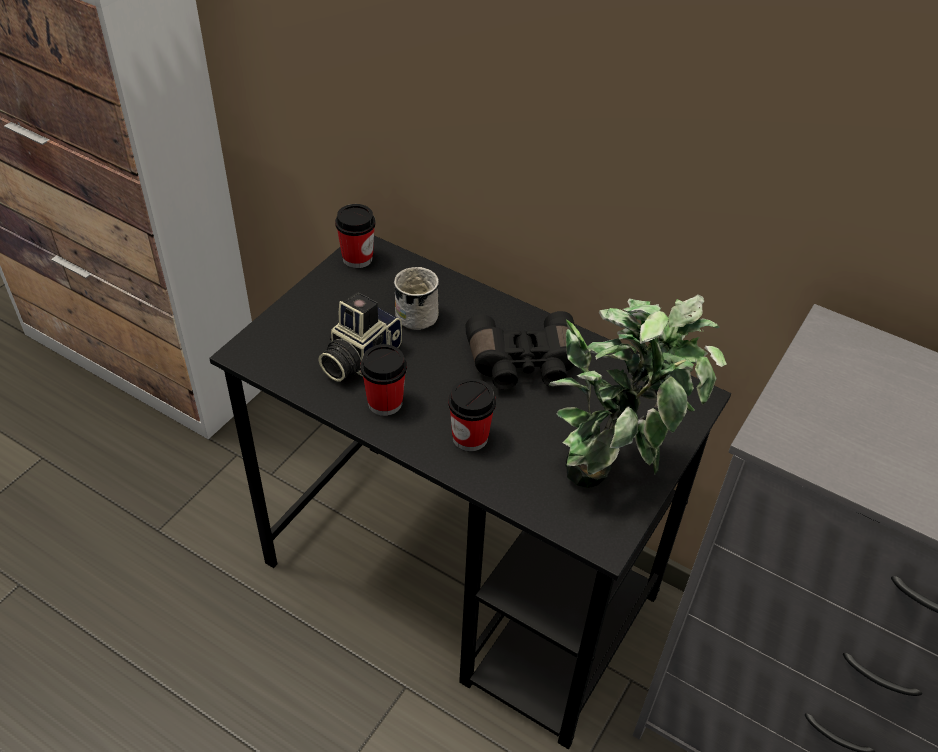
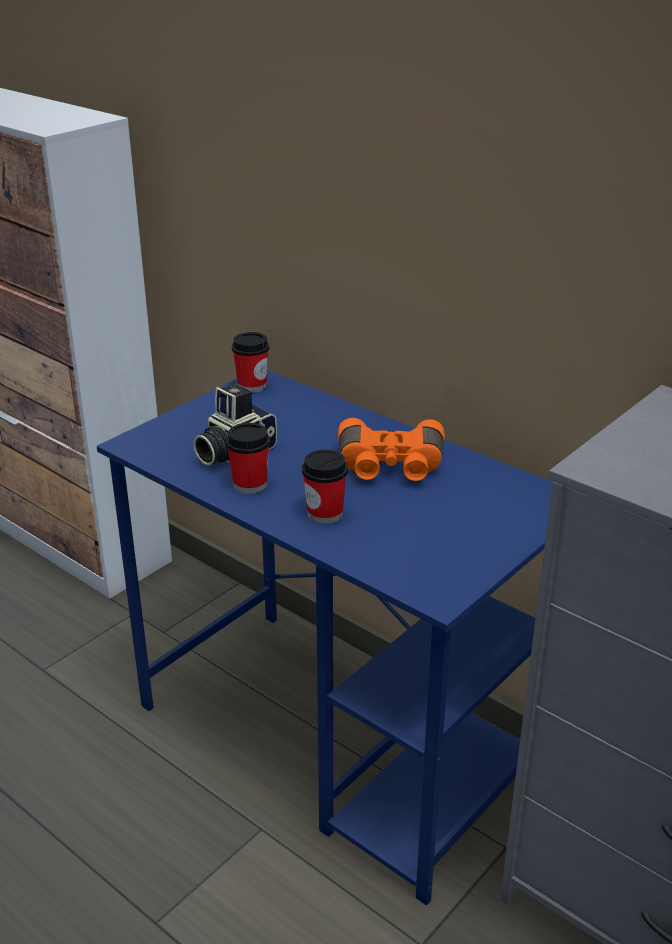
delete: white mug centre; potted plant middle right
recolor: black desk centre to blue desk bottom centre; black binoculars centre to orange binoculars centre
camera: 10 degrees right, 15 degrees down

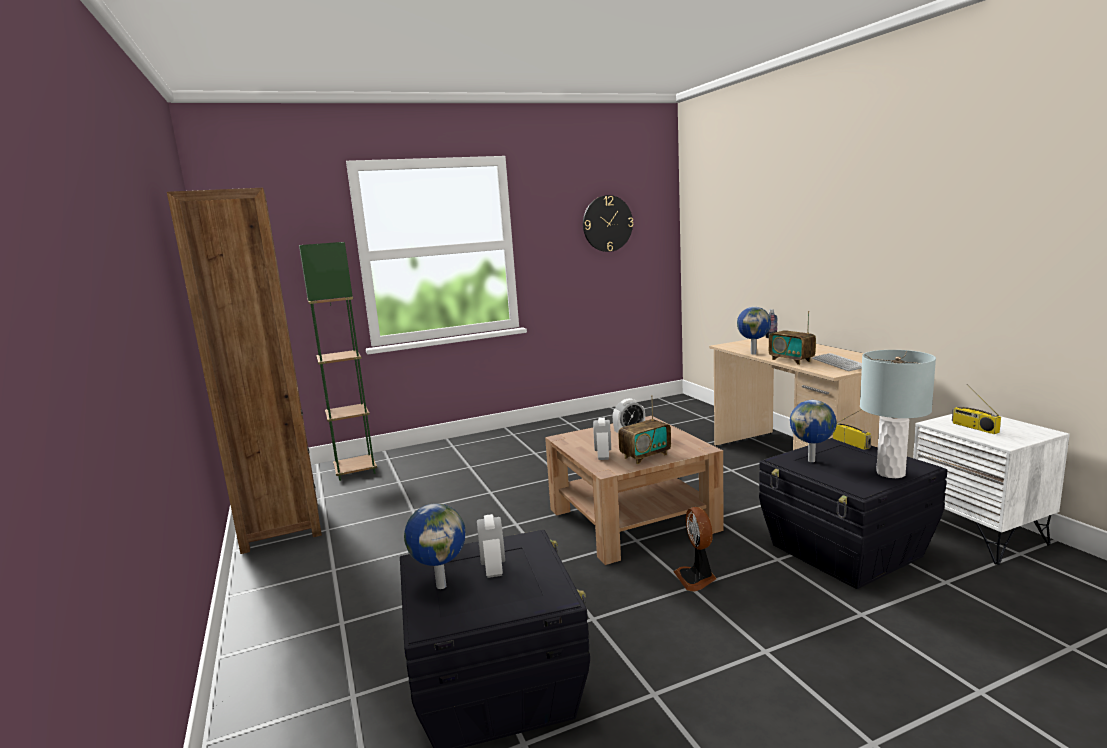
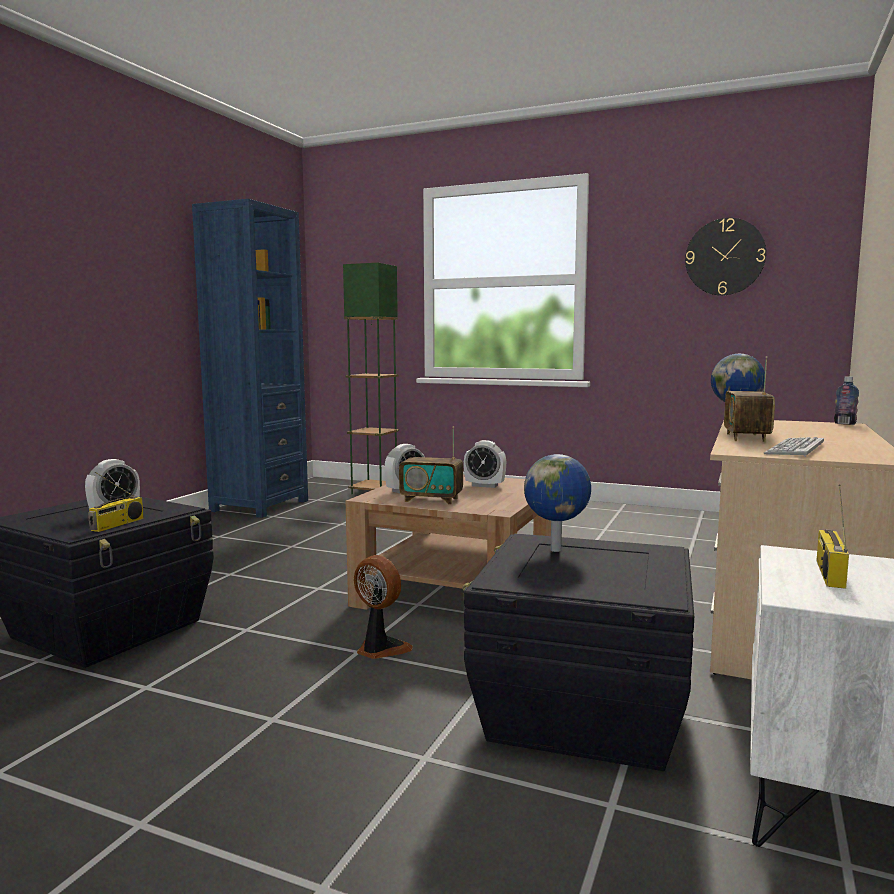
delete: grey table lamp middle right; globe (1st from left) bottom centre
move: radio (3rd from left in the first image) middle right to radio (1st from left) middle left
recolor: brown bookcase middle left to blue bookcase middle left
rotate: fan bottom centre = bottom centre 90 degrees clockwise
camera: 45 degrees right, 5 degrees down

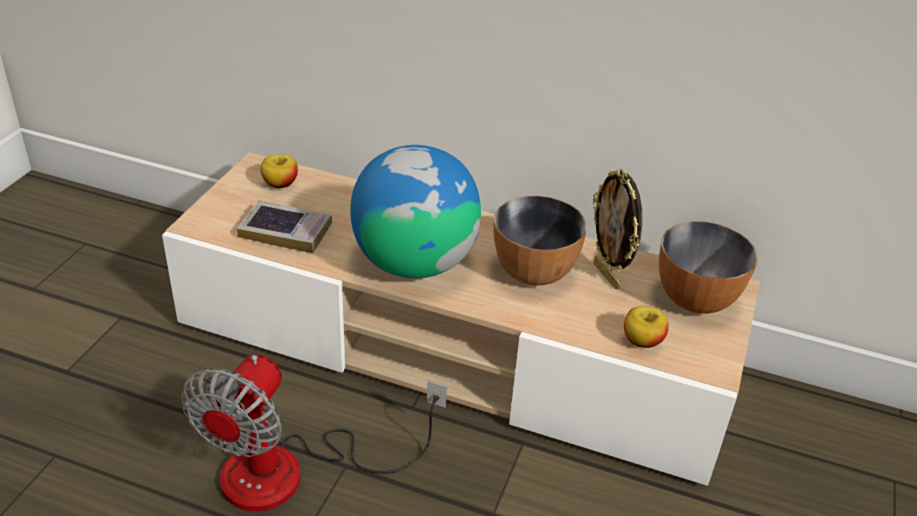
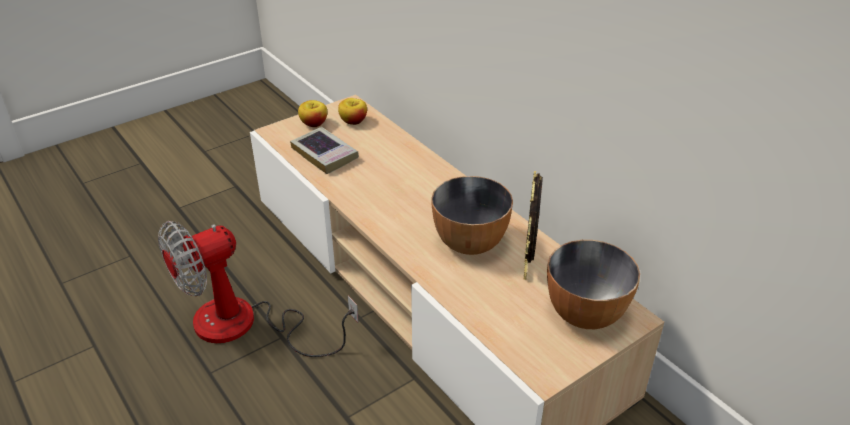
delete: globe centre
move: apple (2nd from left in the first image) middle right to apple (1st from left) top centre
camera: 35 degrees right, 0 degrees up

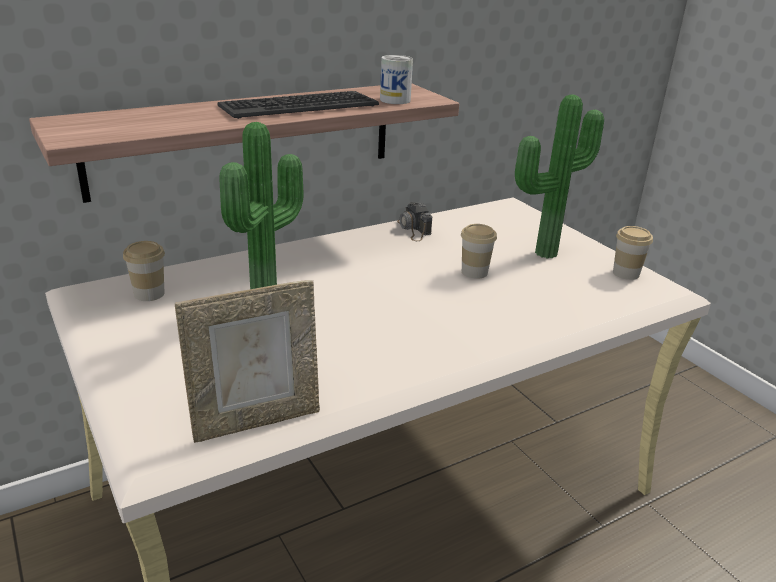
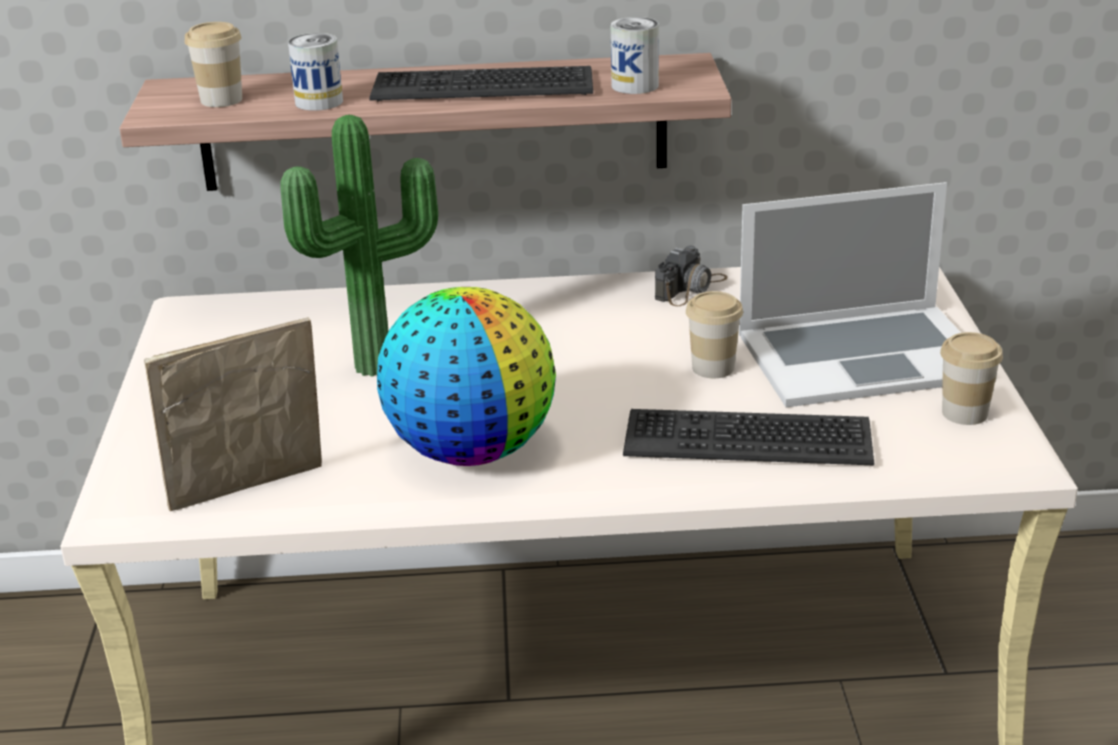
insert: can (1st from left) top left; globe centre; keyboard (2nd from left) middle right
move: cup (1st from left) middle left to top left
replace: potted plant (2nd from left) top right to laptop middle right
rotate: photo camera centre = centre 150 degrees counterclockwise; picture frame middle left = middle left 150 degrees clockwise
camera: 30 degrees right, 0 degrees up

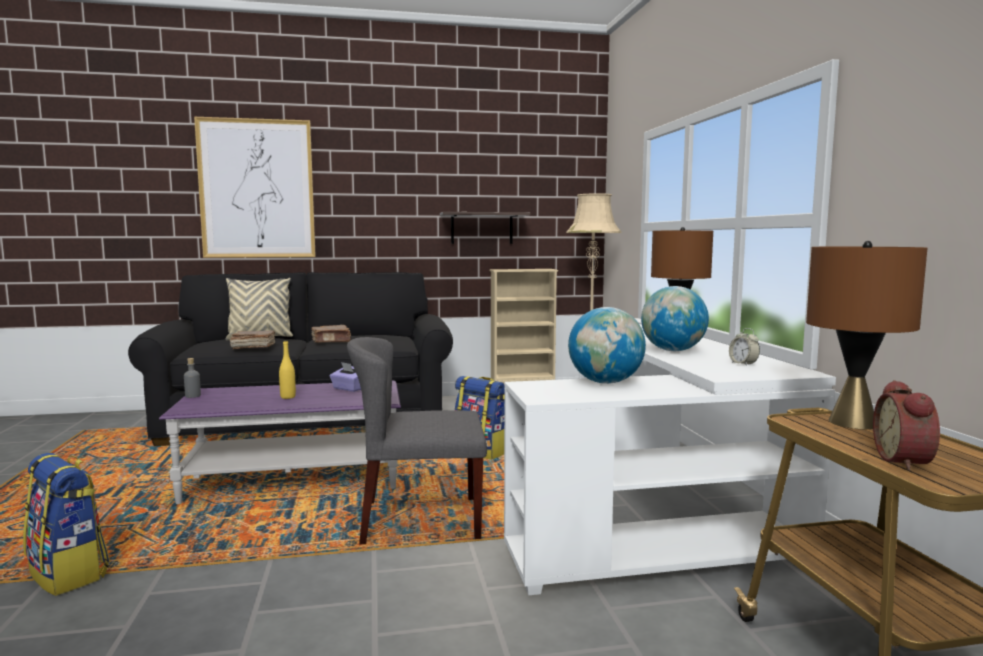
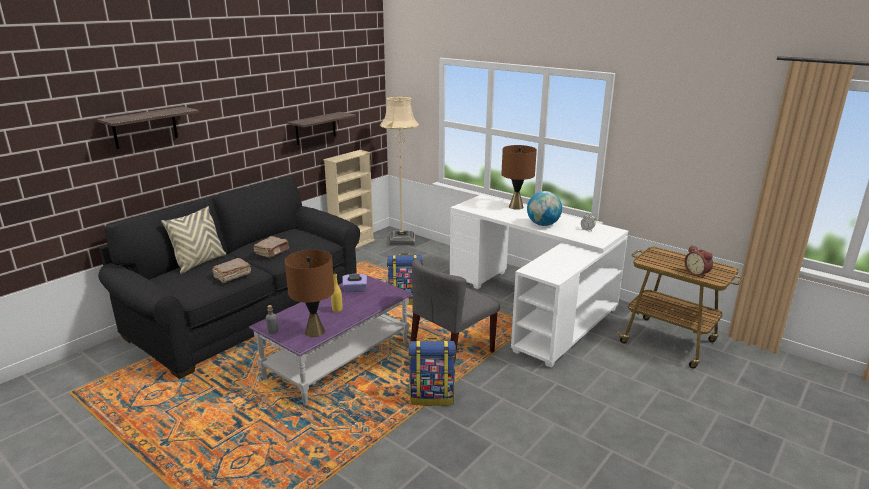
delete: globe (1st from left) centre
move: brown table lamp (2nd from left in the first image) middle right to brown table lamp (1st from left) centre; backpack (1st from left in the first image) bottom left to backpack (2nd from left) bottom centre
replace: picture top left to shelf (1st from left) top left
camera: 40 degrees left, 15 degrees up

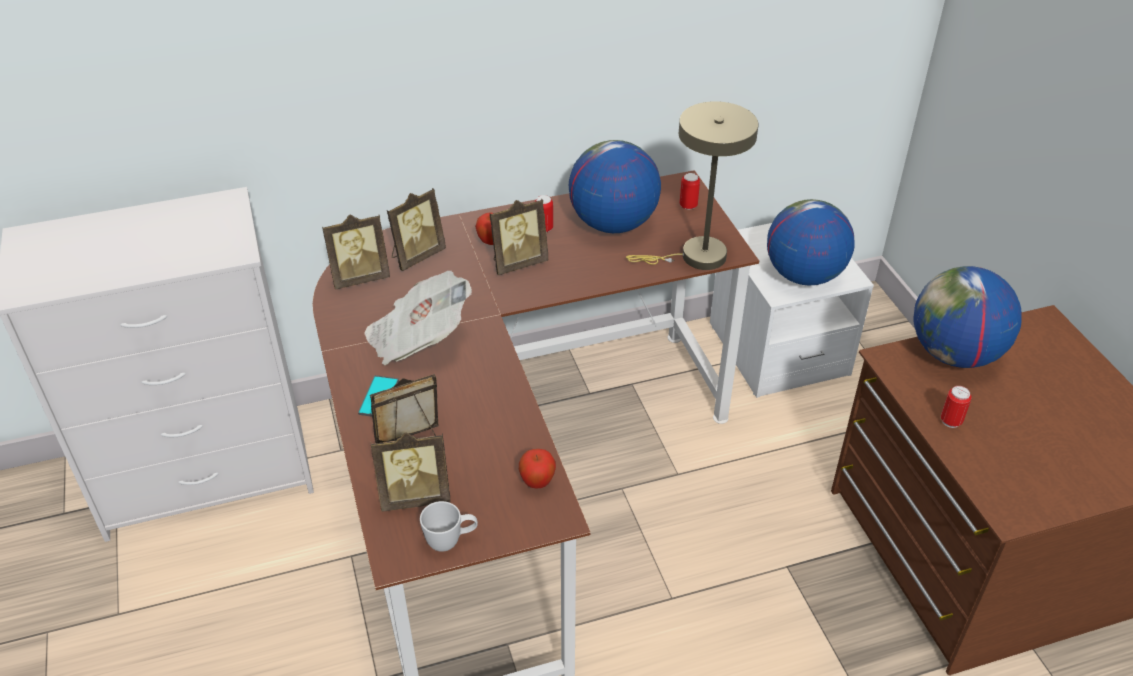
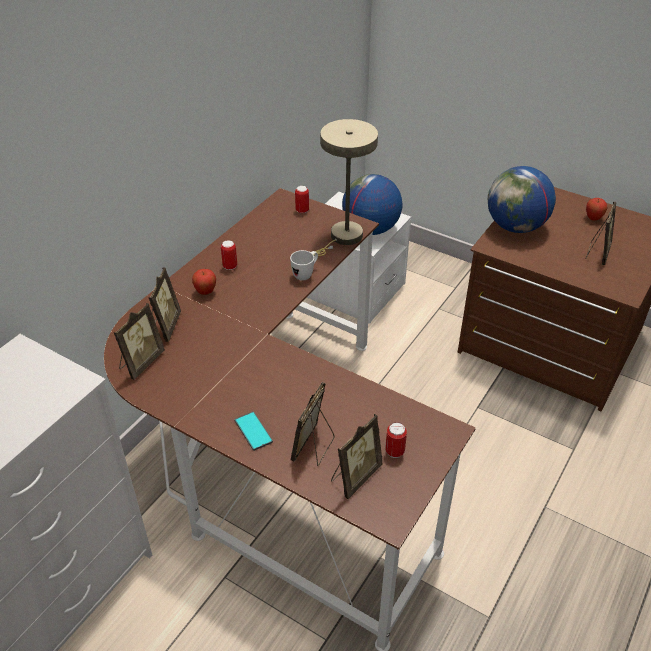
delete: globe (1st from left) top centre; newspaper centre
move: picture frame (5th from left) centre to middle right; can (3rd from left) middle right to bottom centre; apple (2nd from left) bottom centre to top right; white mug bottom centre to centre
camera: 40 degrees left, 0 degrees up

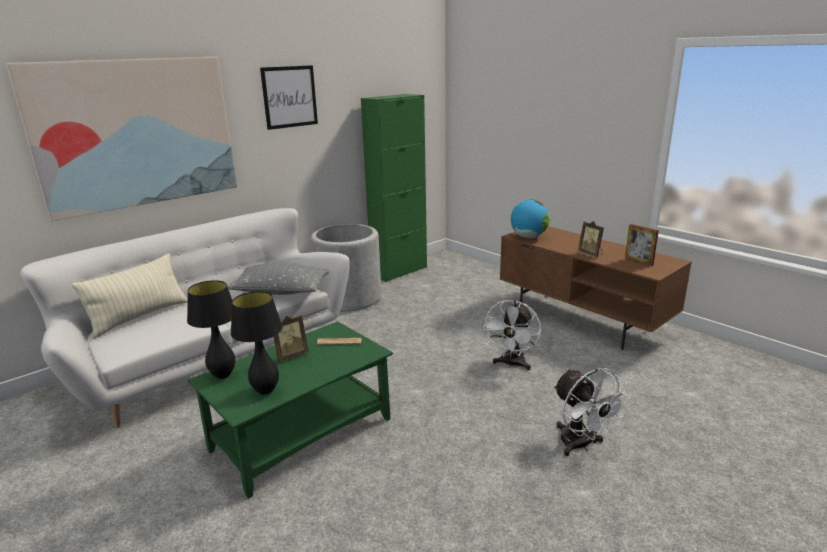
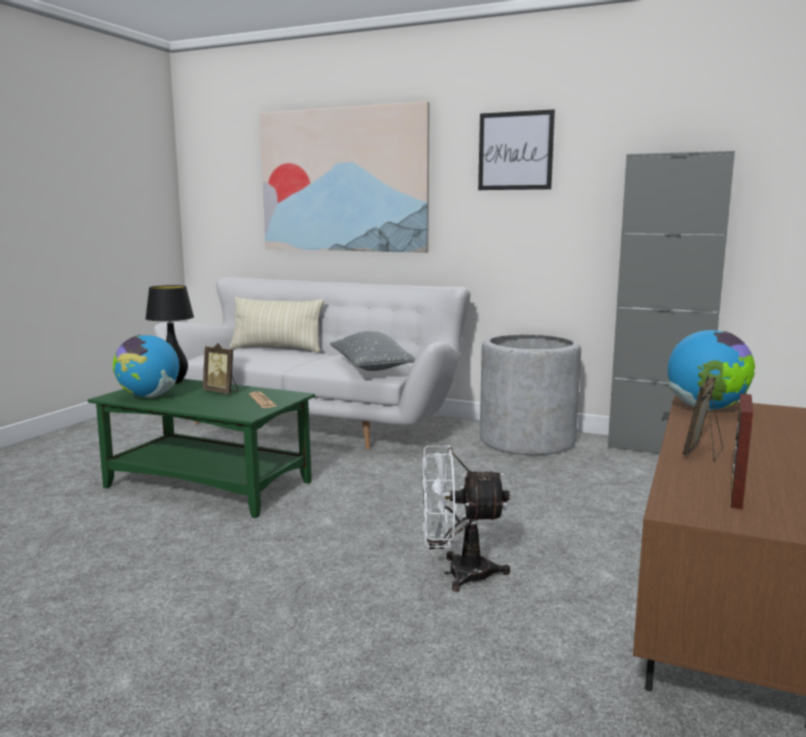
delete: white fan (2nd from left) bottom right
replace: black table lamp (2nd from left) middle left to globe (1st from left) middle left
recolor: green cabinet centre to grey cabinet middle right
camera: 65 degrees right, 10 degrees down

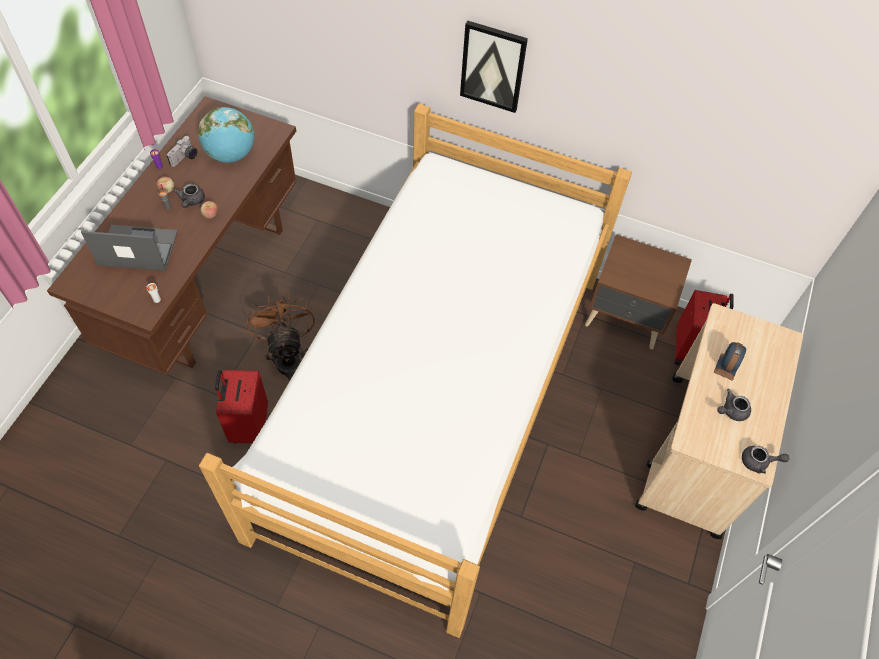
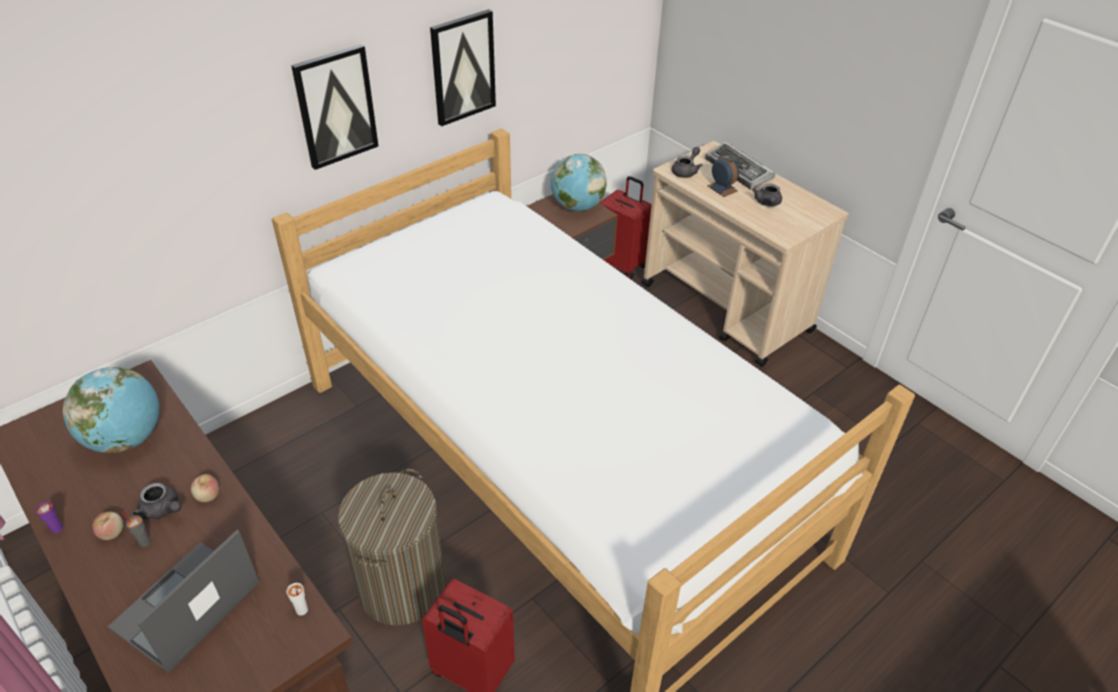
delete: photo camera top left
insert: picture (2nd from left) top centre; keyboard top centre; globe (2nd from left) top centre
move: grey teapot (3rd from left in the first image) bottom right to grey teapot (2nd from left) top centre
replace: brown fan middle left to laundry basket bottom centre
camera: 60 degrees left, 15 degrees down

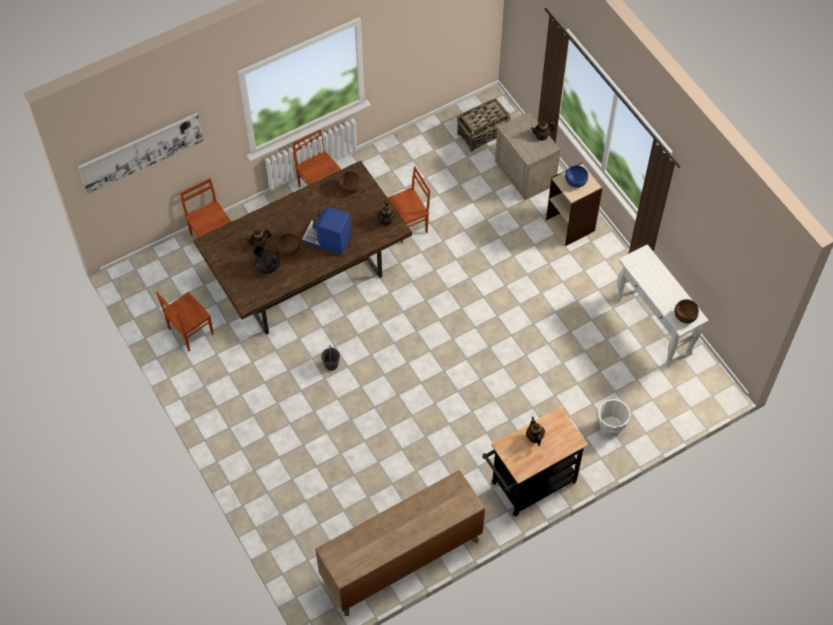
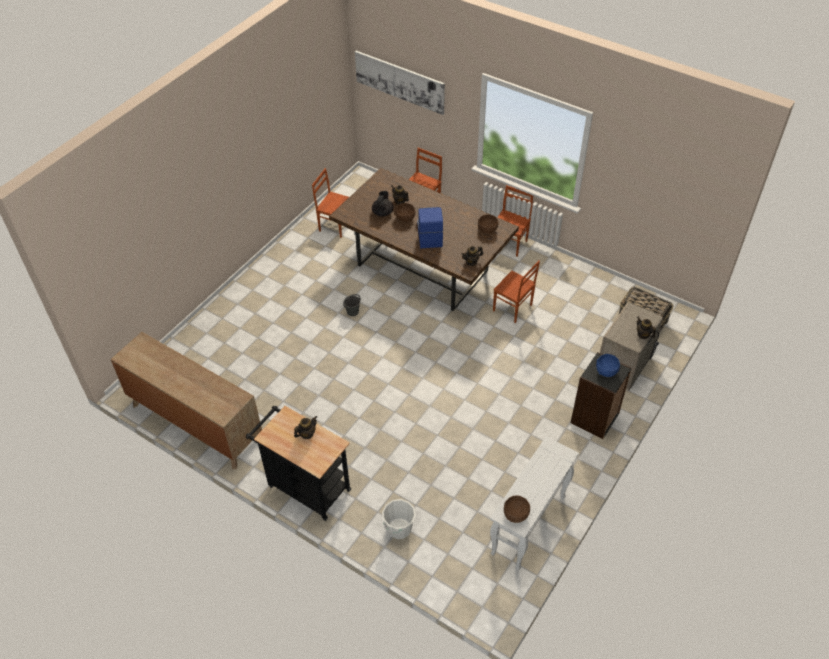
recolor: beige bookcase top right to black bookcase middle right
camera: 65 degrees right, 10 degrees down

